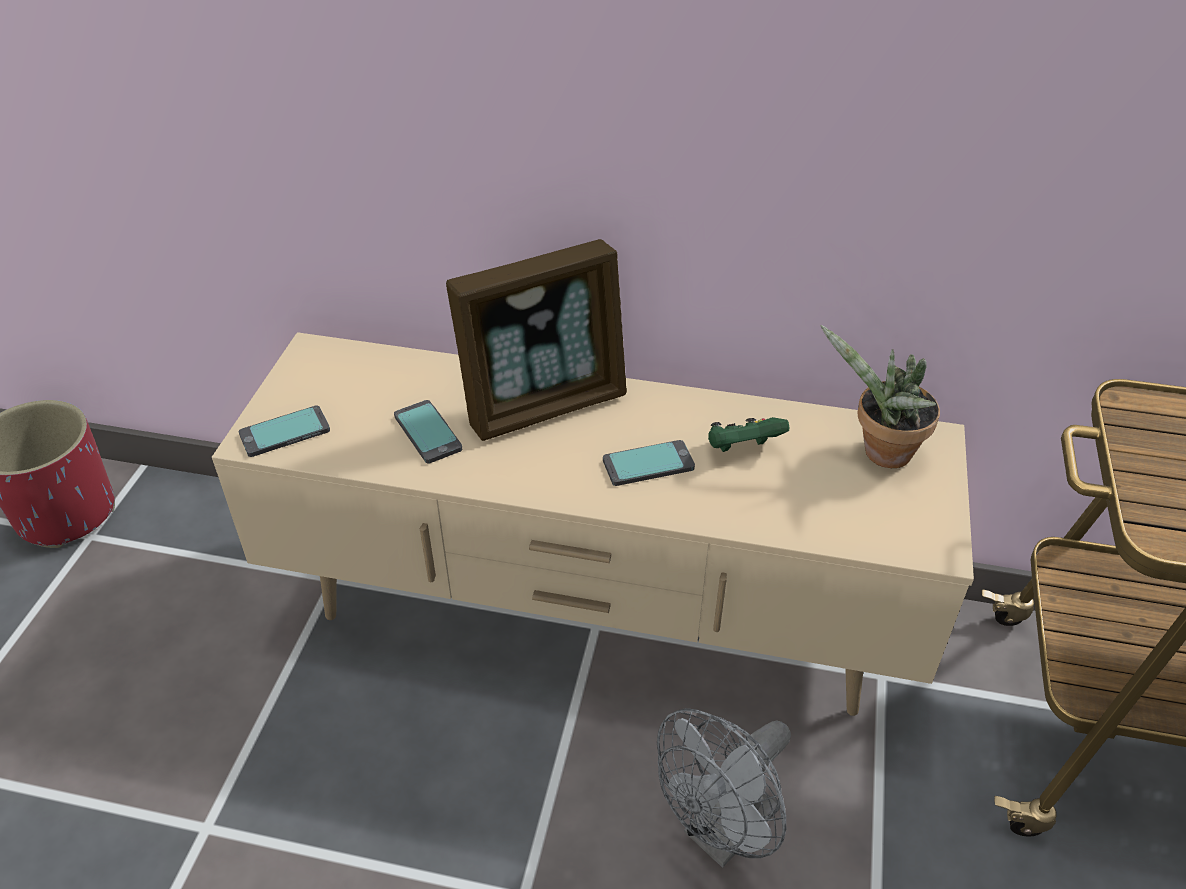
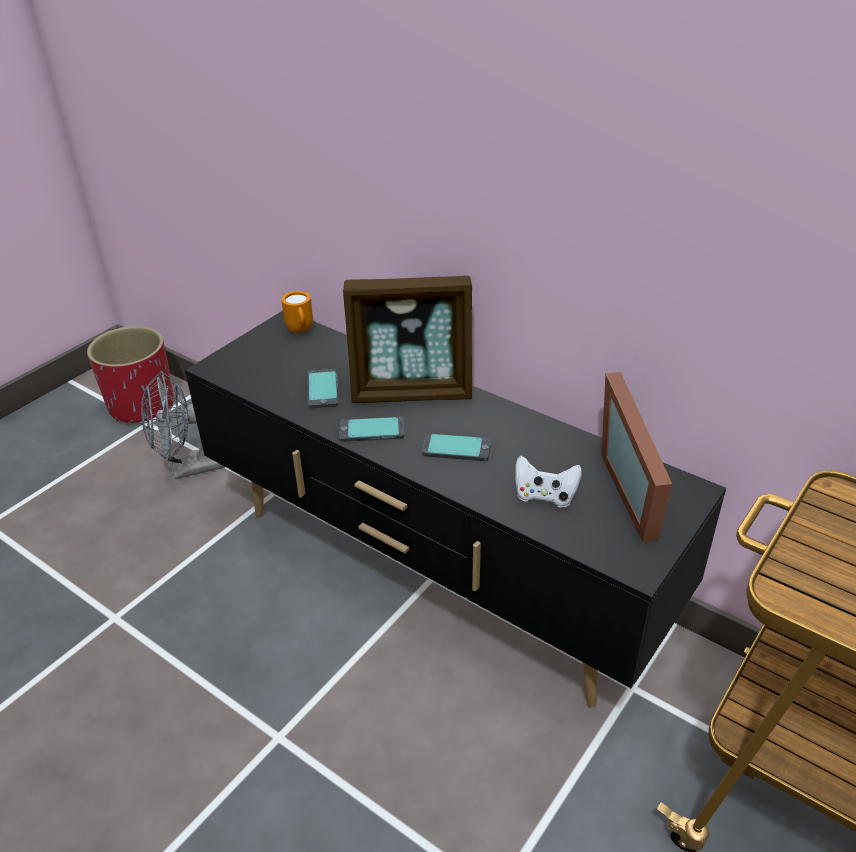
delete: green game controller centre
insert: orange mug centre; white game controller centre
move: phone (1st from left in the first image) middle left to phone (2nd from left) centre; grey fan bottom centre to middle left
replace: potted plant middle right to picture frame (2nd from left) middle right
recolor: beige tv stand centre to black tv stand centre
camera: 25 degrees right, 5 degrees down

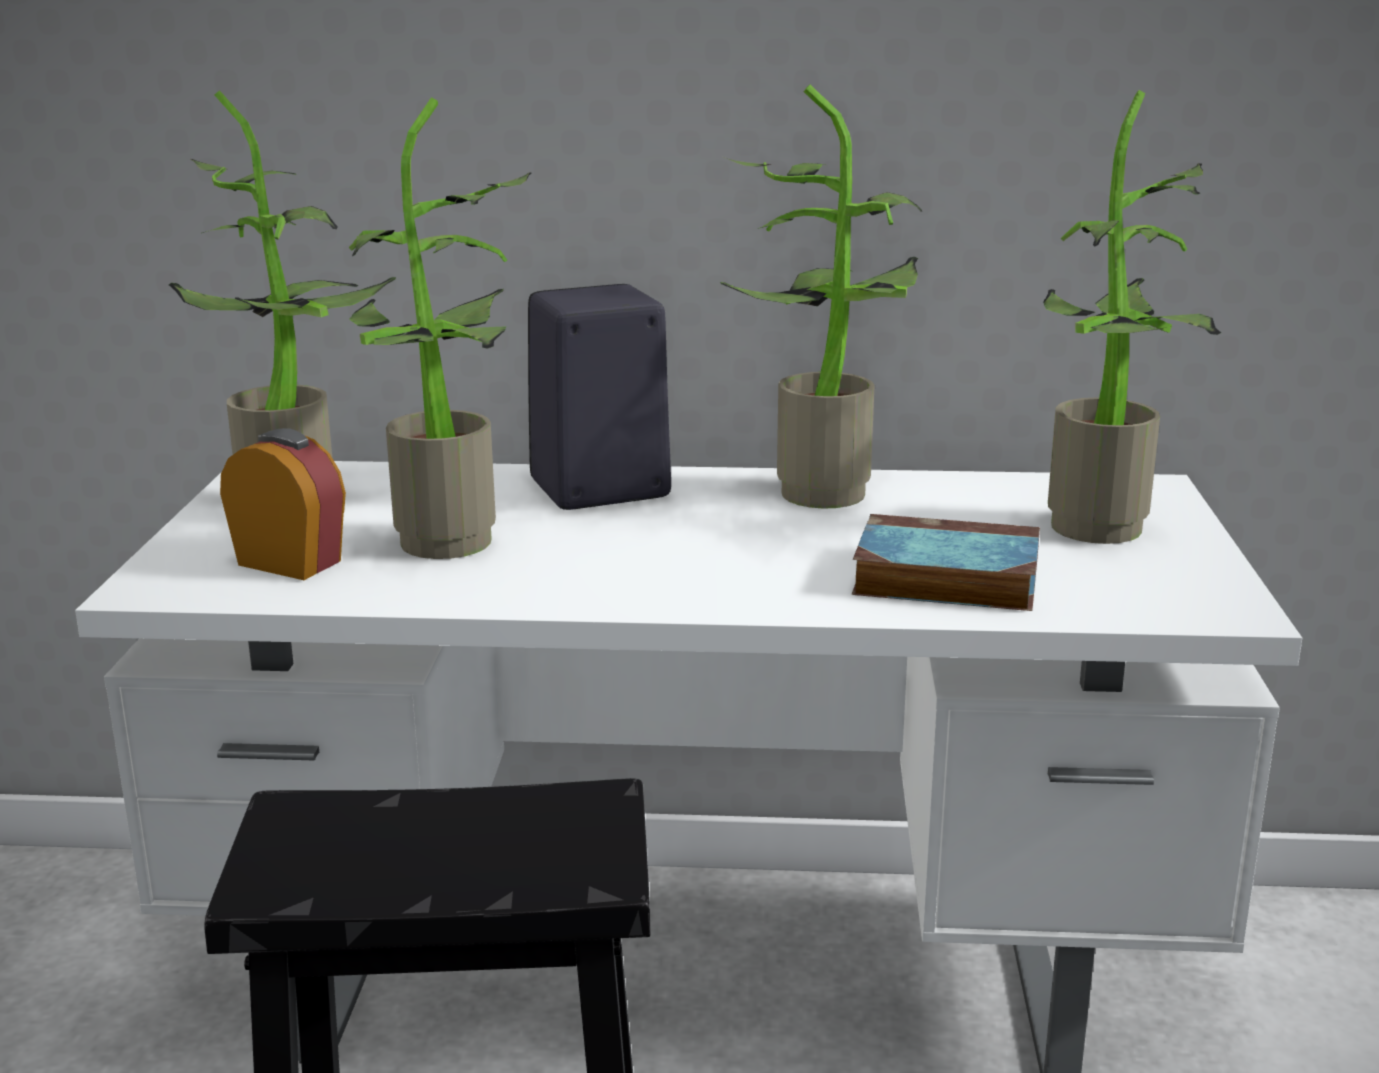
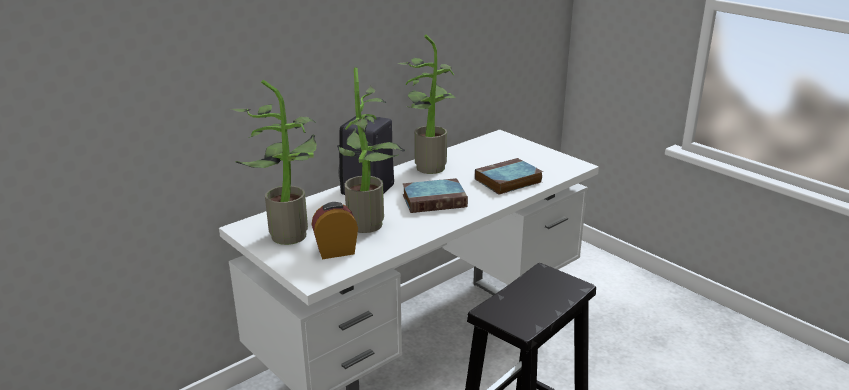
delete: potted plant (4th from left) top right
insert: book (1st from left) centre
camera: 45 degrees left, 5 degrees up

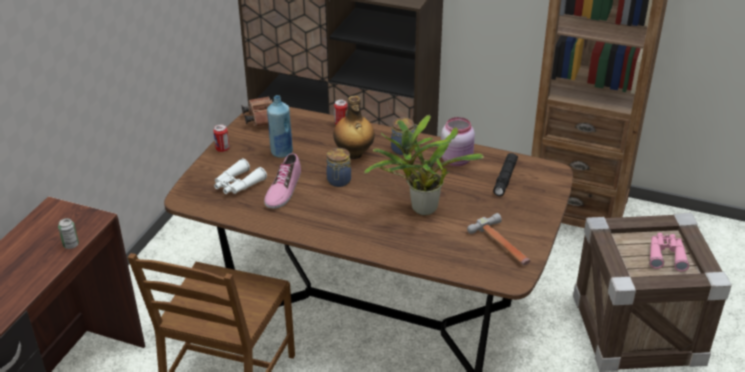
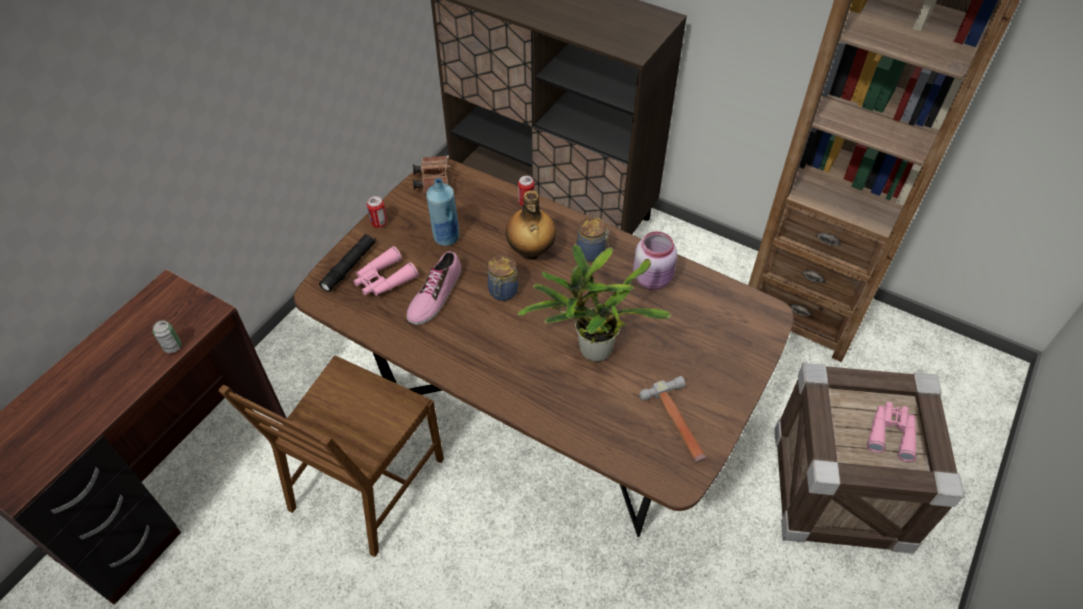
move: black flashlight middle right to middle left
recolor: white binoculars middle left to pink binoculars (1st from left) centre
camera: 10 degrees right, 15 degrees up

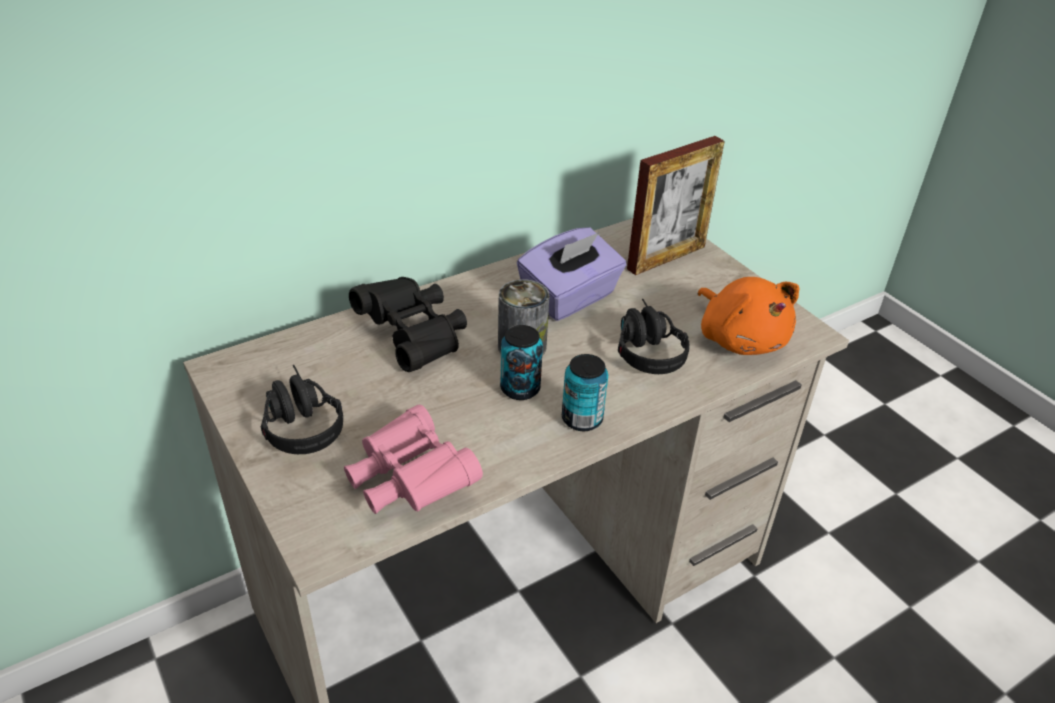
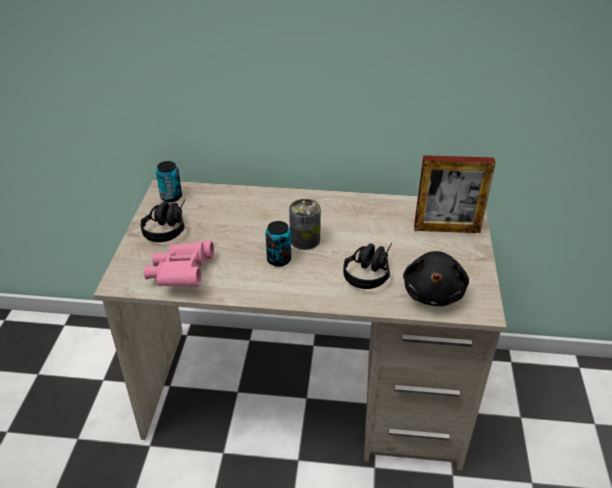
delete: purple tissue box centre; black binoculars centre
move: can (3rd from left in the first image) centre to can (1st from left) middle left
recolor: orange plush toy middle right to black plush toy middle right
camera: 40 degrees right, 0 degrees up

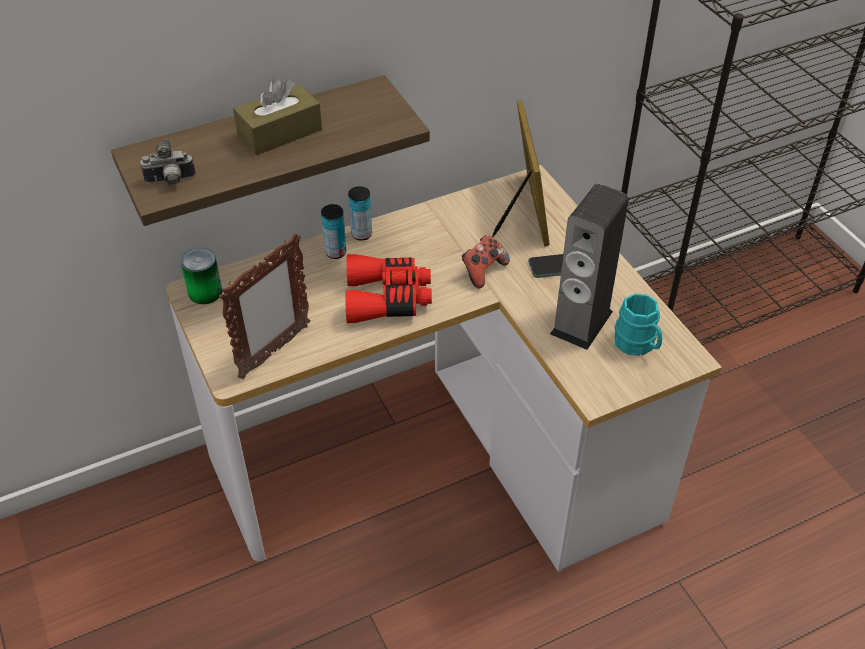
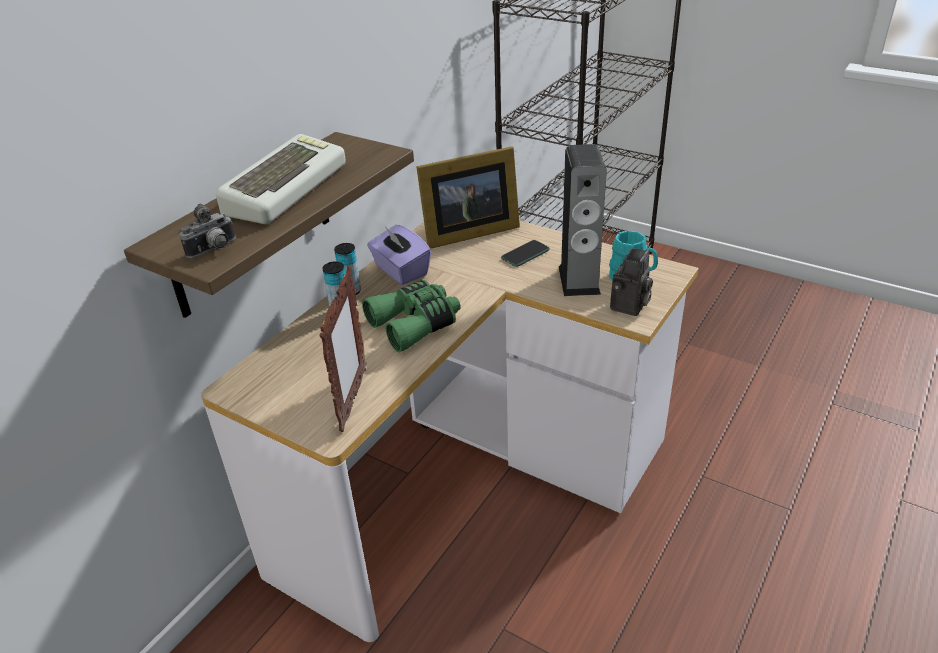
delete: game controller centre; can (1st from left) middle left
insert: purple tissue box centre; photo camera (2nd from left) middle right
replace: brown tissue box top left to keyboard top left
recolor: red binoculars centre to green binoculars centre
rotate: picture frame (2nd from left) top centre = top centre 105 degrees clockwise
camera: 30 degrees left, 10 degrees down

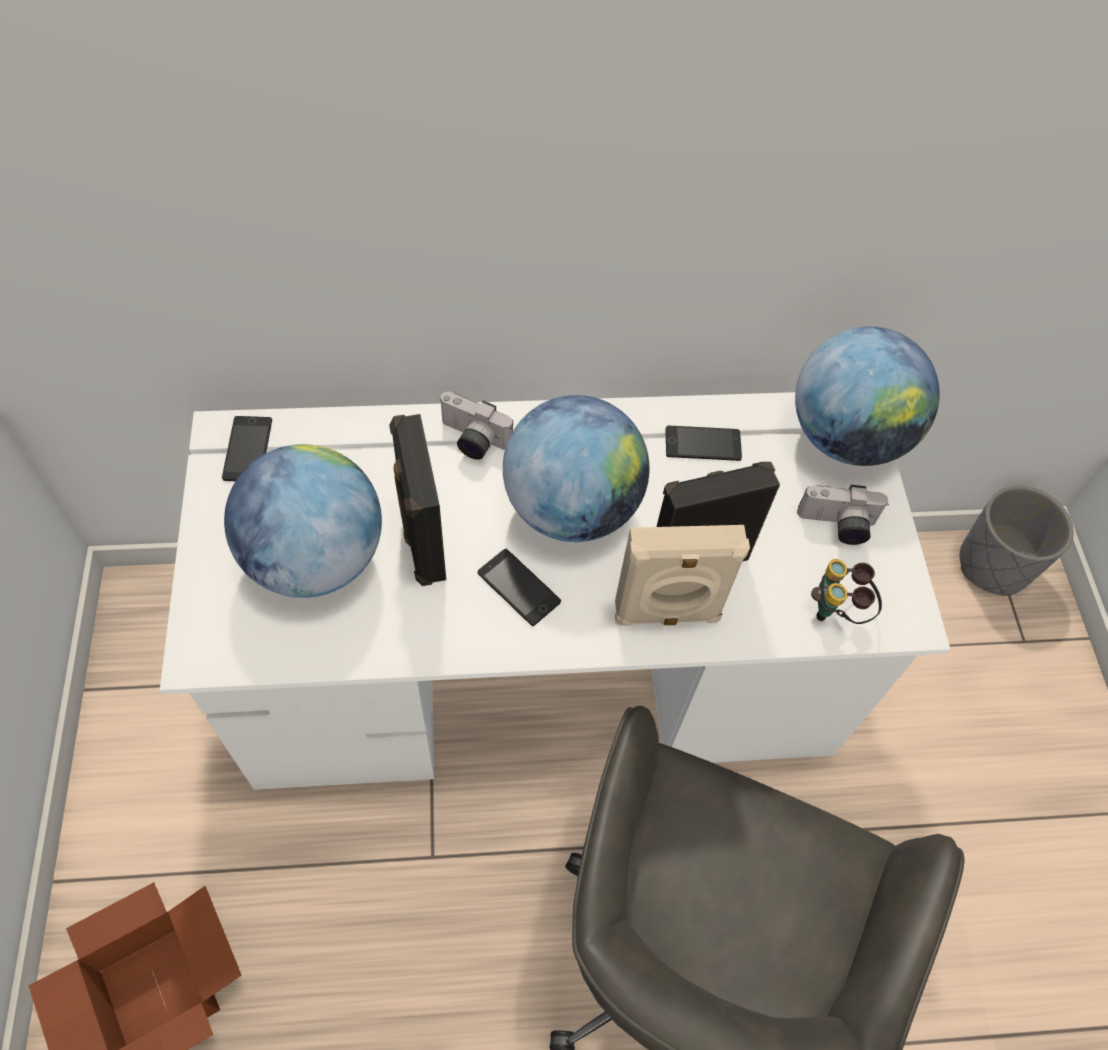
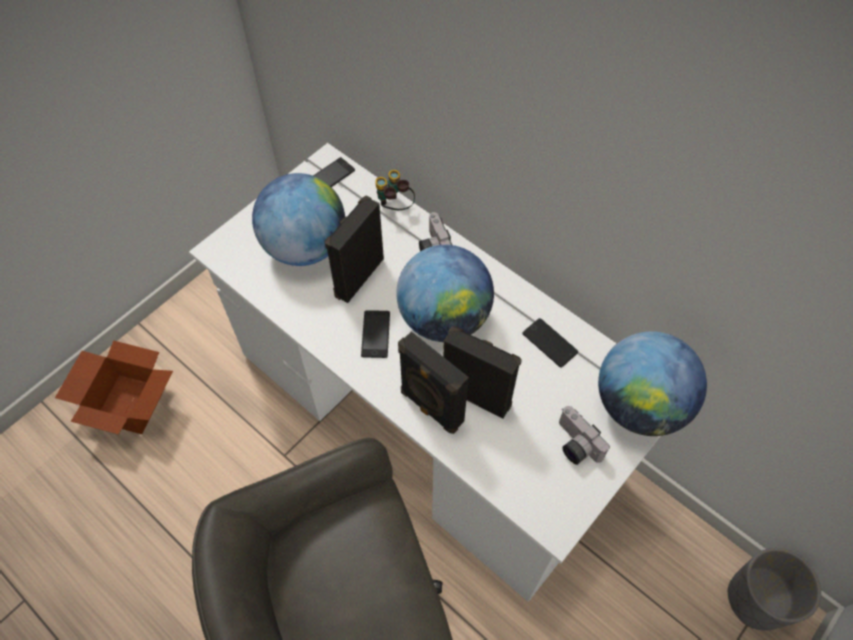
move: binoculars middle right to top centre
recolor: beige speaker centre to black speaker (2nd from left) centre
camera: 50 degrees right, 0 degrees up

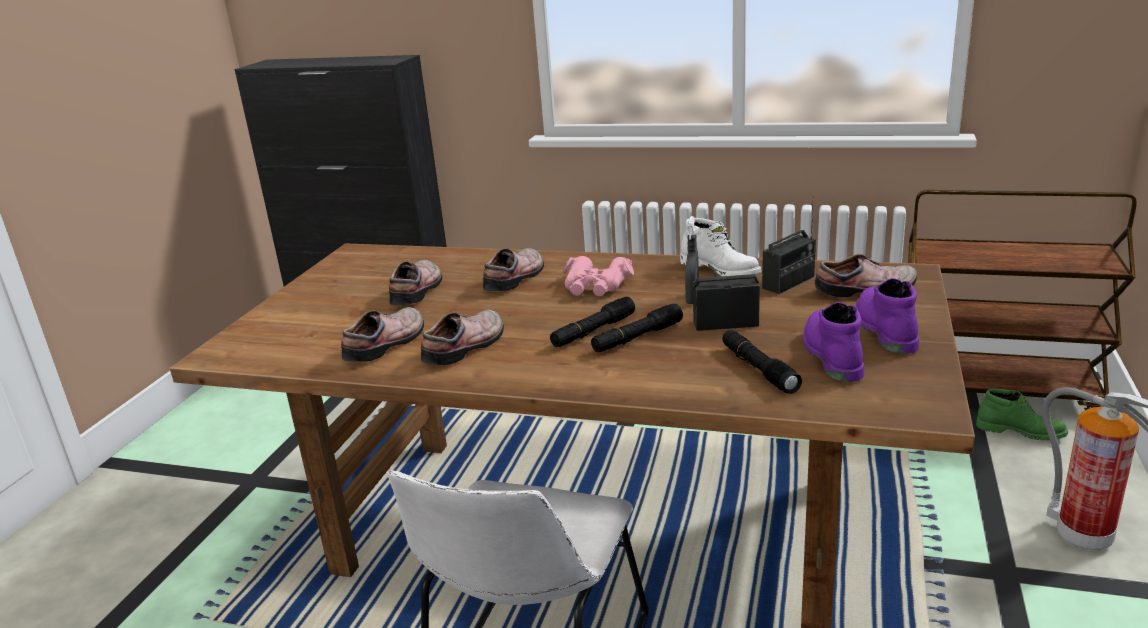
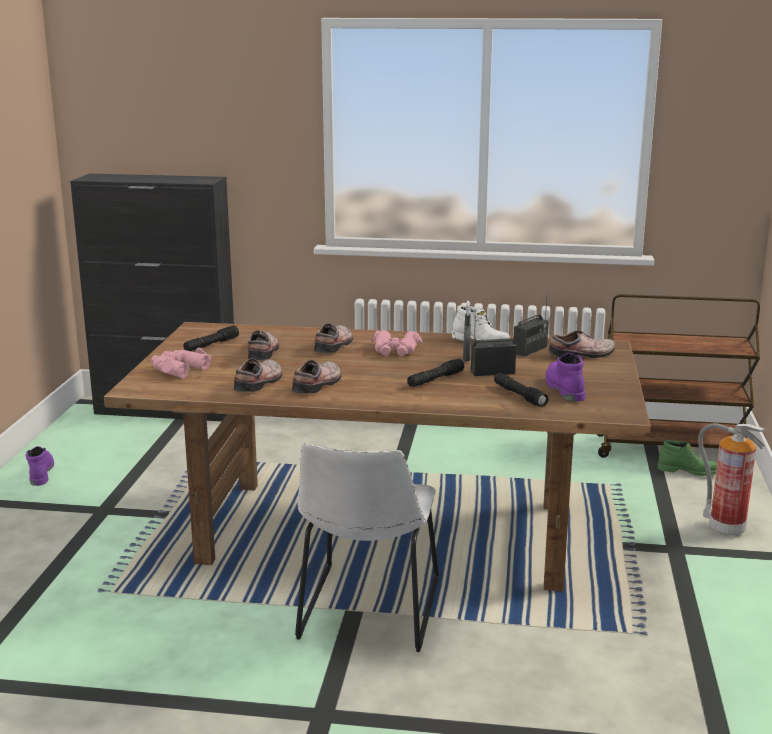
insert: pink binoculars (1st from left) middle left
move: purple boot (2nd from left in the first image) middle right to purple boot (1st from left) middle left; black flashlight (1st from left) centre to middle left
camera: 10 degrees left, 5 degrees down

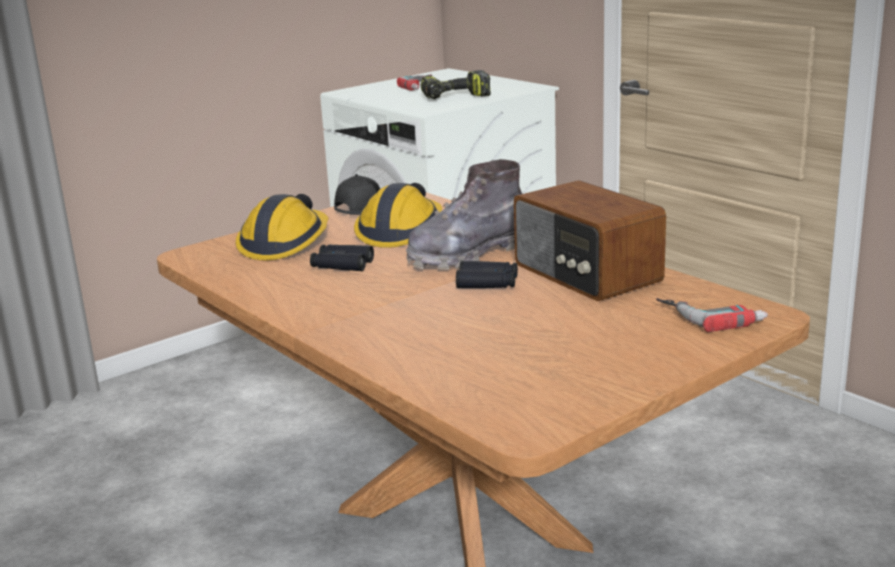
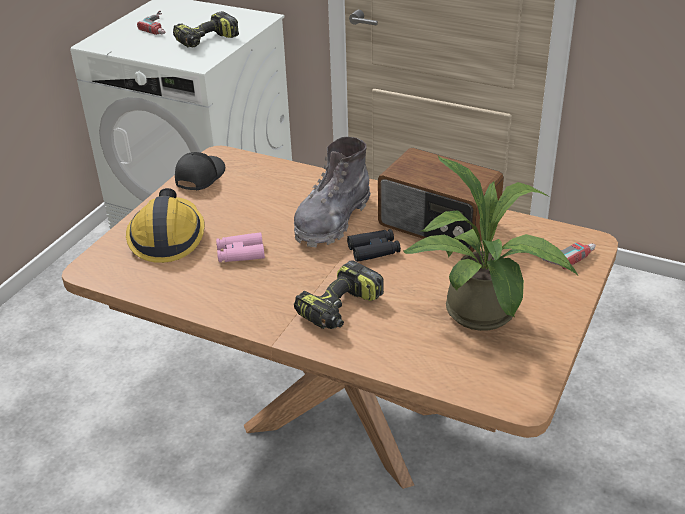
delete: hard hat (2nd from left) centre
insert: potted plant middle right; power drill (3rd from left) centre
recolor: black binoculars (1st from left) centre to pink binoculars centre
camera: 25 degrees left, 15 degrees up

